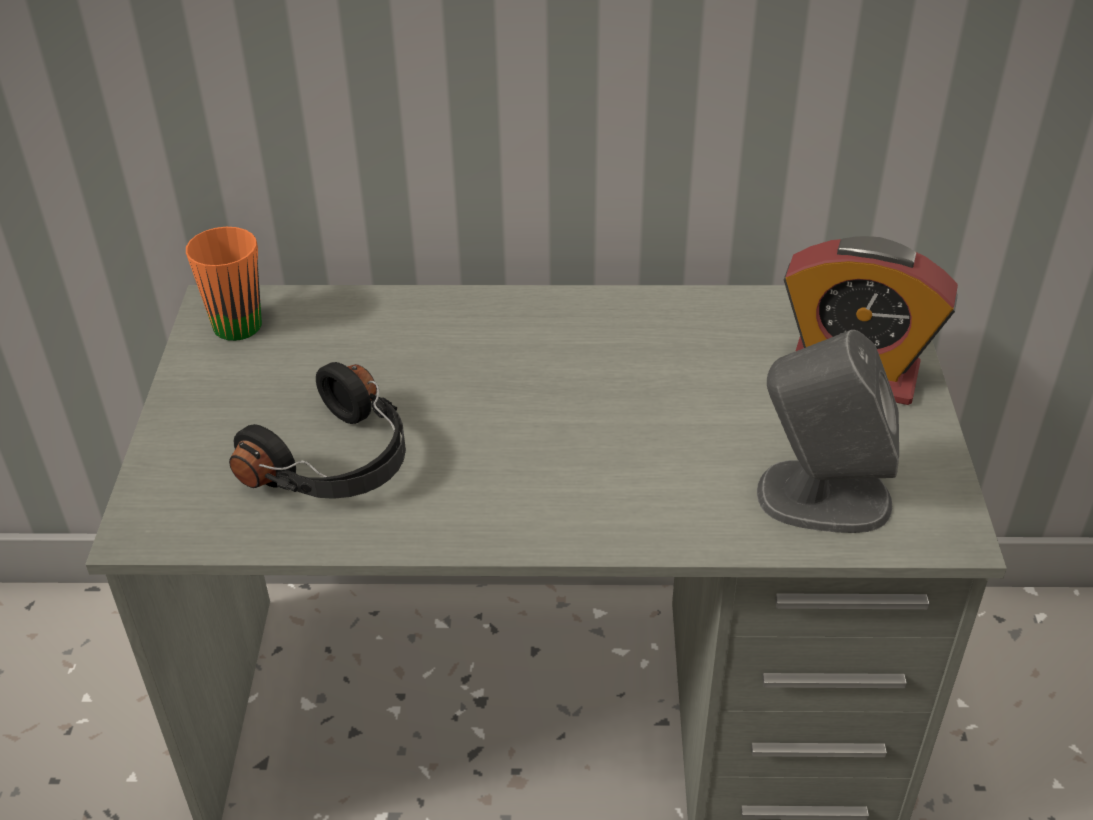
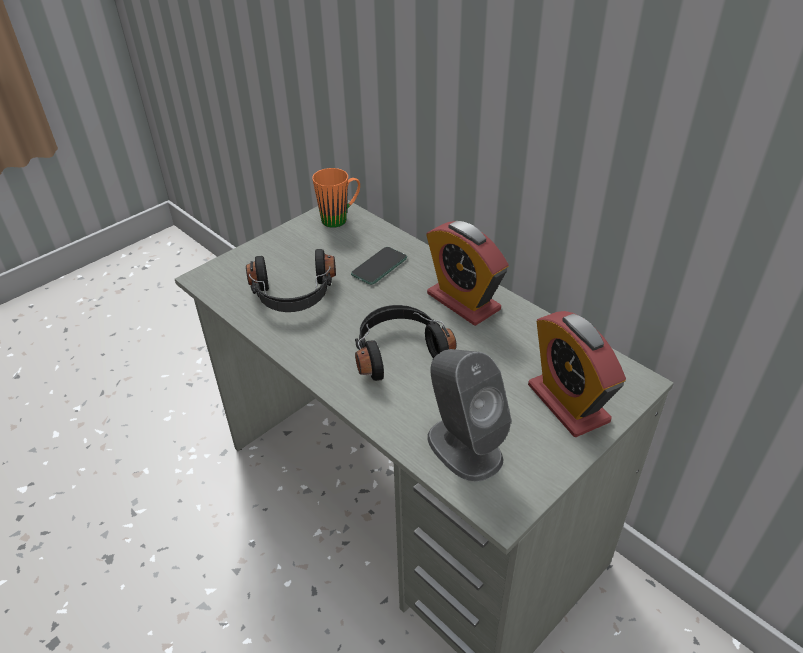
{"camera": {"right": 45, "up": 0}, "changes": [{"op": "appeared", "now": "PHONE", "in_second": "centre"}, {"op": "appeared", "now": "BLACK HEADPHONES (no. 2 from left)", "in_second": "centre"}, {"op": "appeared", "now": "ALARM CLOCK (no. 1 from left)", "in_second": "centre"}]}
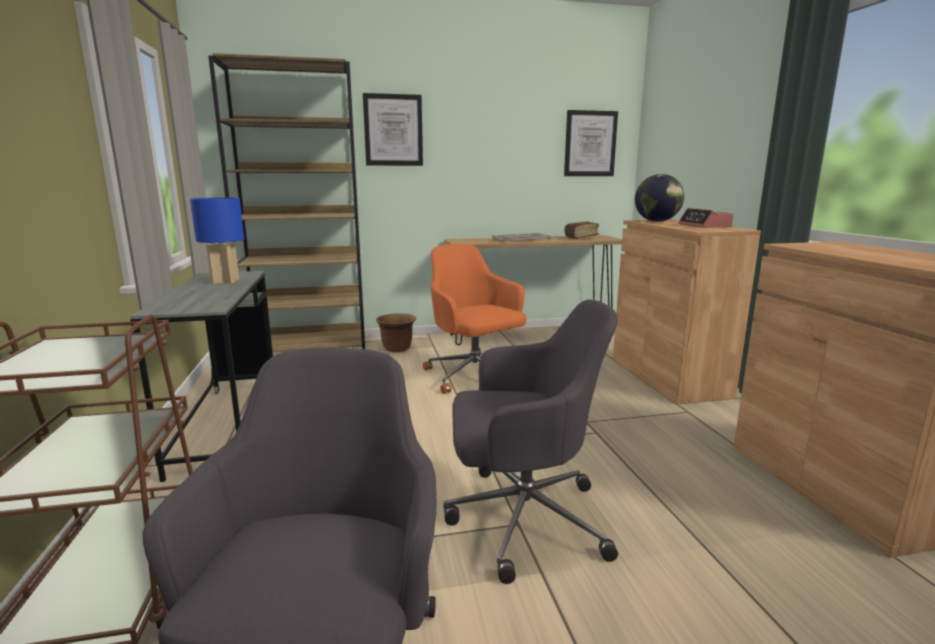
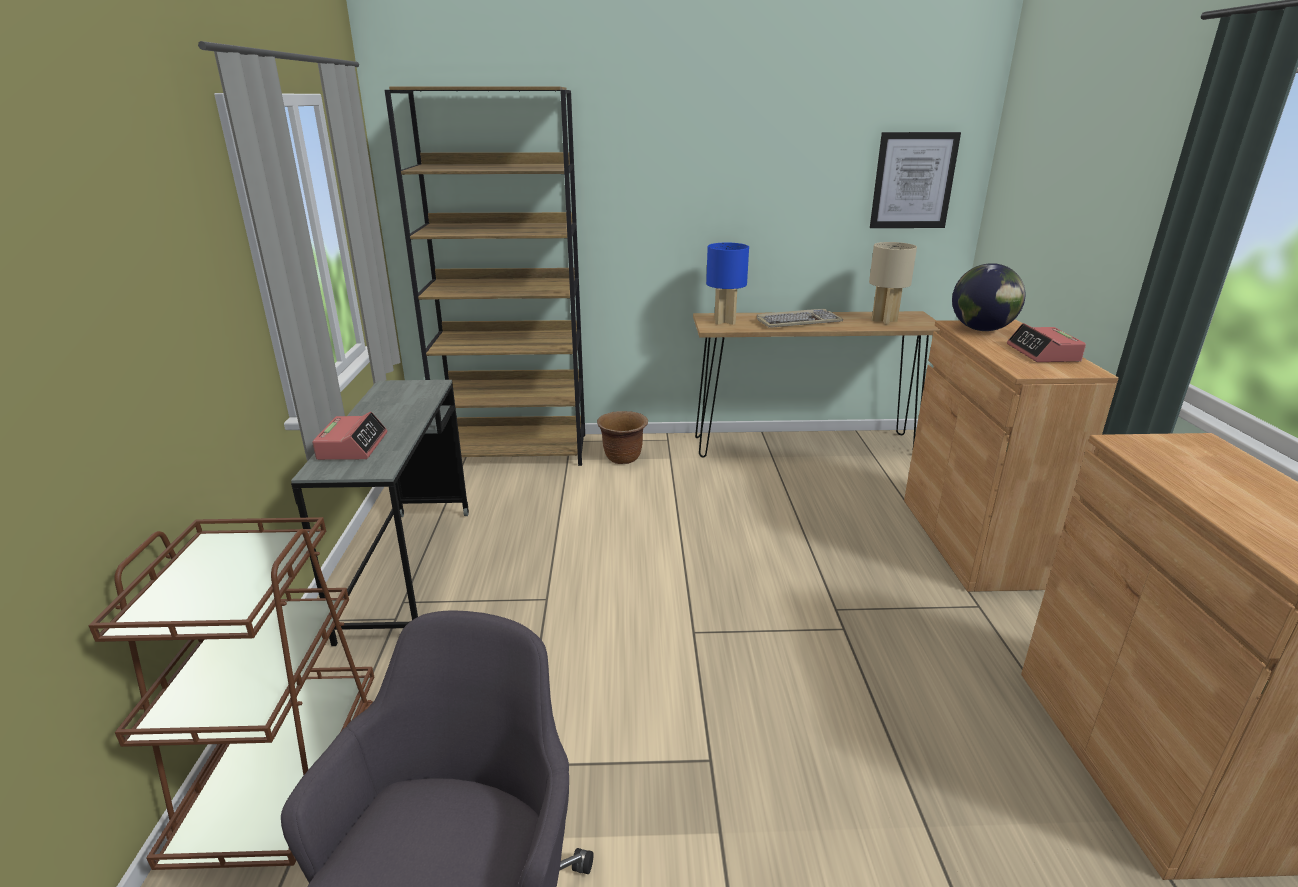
{"camera": {"right": 10, "up": 10}, "changes": [{"op": "missing", "was": "PICTURE (no. 1 from left)", "in_first": "top centre"}, {"op": "missing", "was": "ORANGE OFFICE CHAIR", "in_first": "centre"}, {"op": "missing", "was": "GREY OFFICE CHAIR (no. 2 from left)", "in_first": "bottom centre"}, {"op": "appeared", "now": "ALARM CLOCK (no. 1 from left)", "in_second": "middle left"}, {"op": "relocated", "was": "BLUE TABLE LAMP", "in_first": "middle left", "in_second": "top centre"}, {"op": "exchanged", "was": "BOOK", "now": "BEIGE TABLE LAMP", "in_first": "centre", "in_second": "top right"}]}
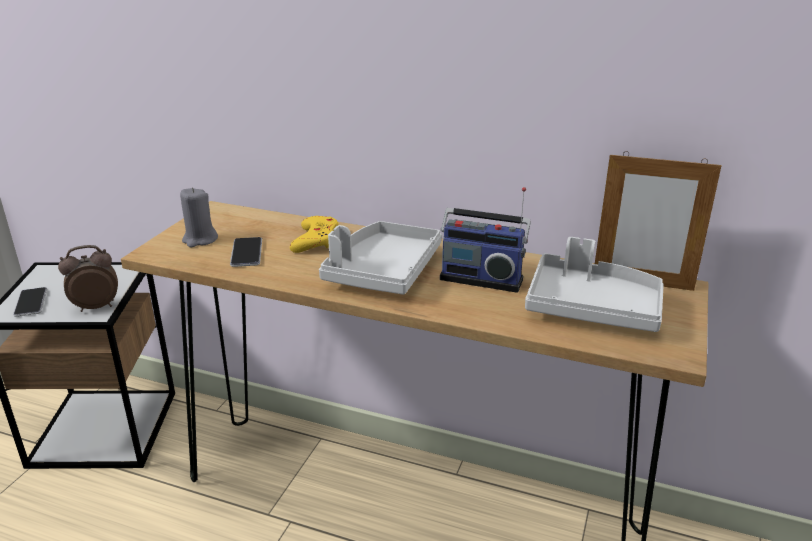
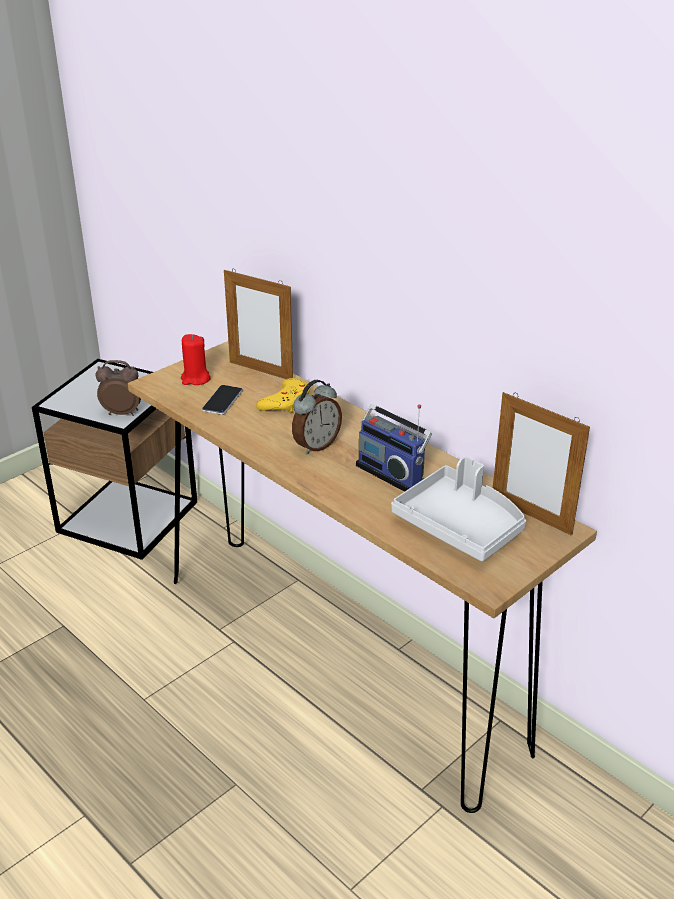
{"camera": {"right": 25, "up": 5}, "changes": [{"op": "missing", "was": "PHONE (no. 1 from left)", "in_first": "middle left"}, {"op": "appeared", "now": "PICTURE FRAME (no. 1 from left)", "in_second": "centre"}, {"op": "exchanged", "was": "GREY TRAY (no. 1 from left)", "now": "ALARM CLOCK (no. 2 from left)", "in_first": "centre", "in_second": "centre"}, {"op": "colour", "was": "GREY CANDLE", "now": "RED CANDLE", "in_first": "middle left", "in_second": "middle left"}]}
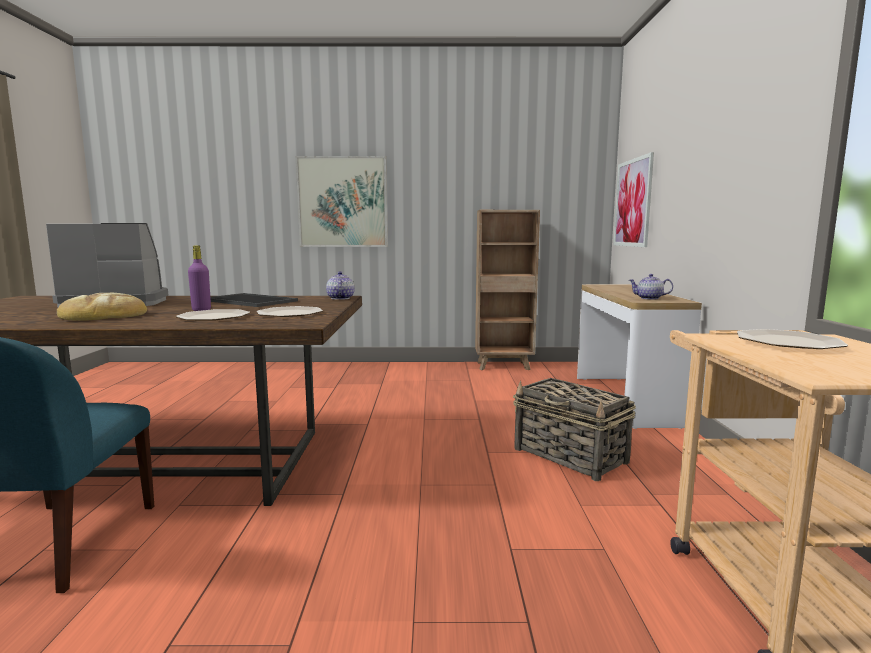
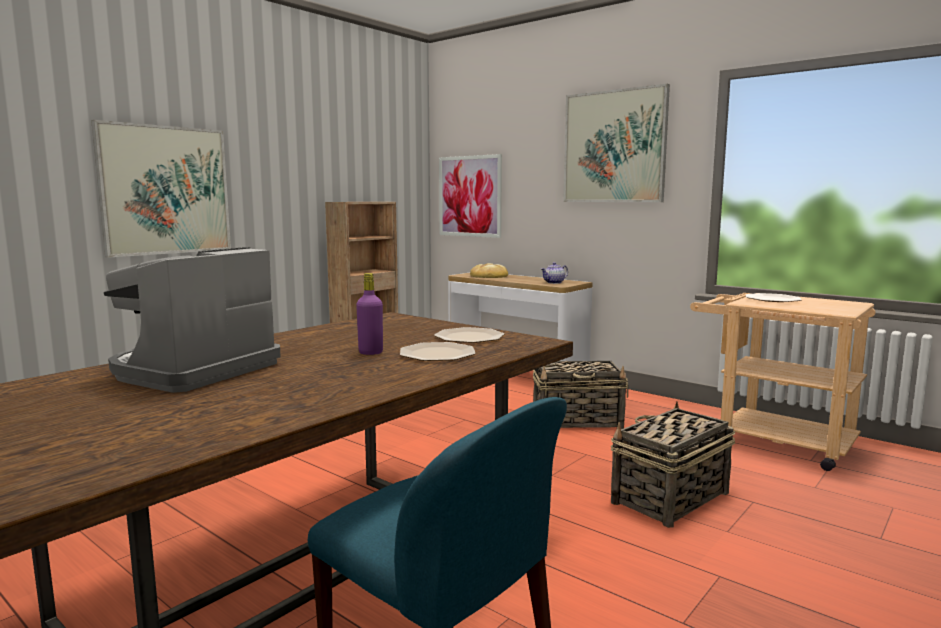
{"camera": {"right": -50, "up": 0}, "changes": [{"op": "missing", "was": "TRAY", "in_first": "middle left"}, {"op": "missing", "was": "TEAPOT (no. 1 from left)", "in_first": "centre"}, {"op": "appeared", "now": "PICTURE (no. 3 from left)", "in_second": "top centre"}, {"op": "appeared", "now": "BASKET (no. 2 from left)", "in_second": "bottom right"}, {"op": "relocated", "was": "BREAD", "in_first": "middle left", "in_second": "centre"}]}
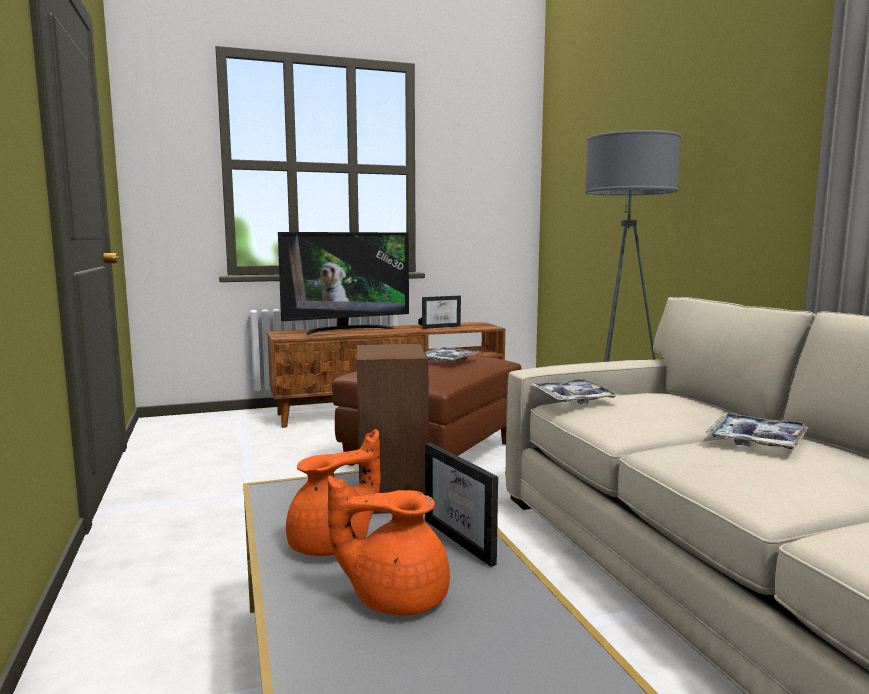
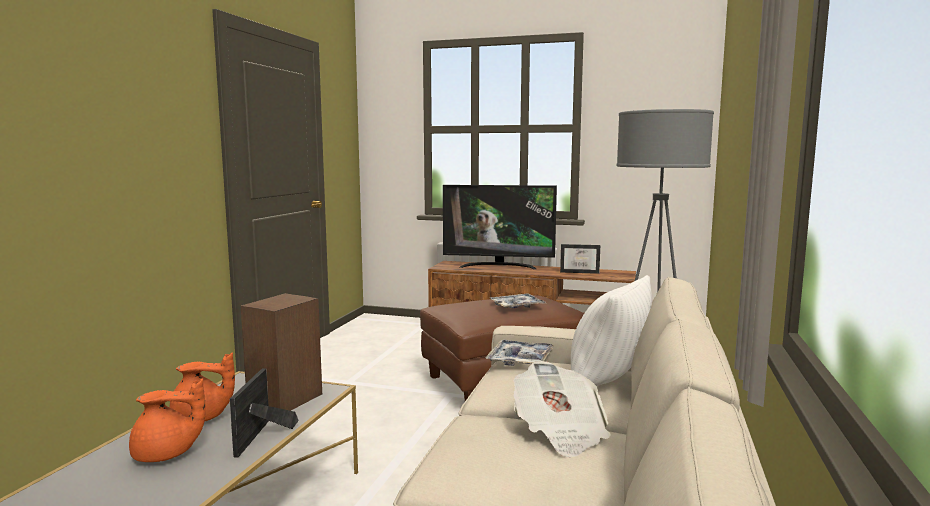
{"camera": {"right": 35, "up": 0}, "changes": [{"op": "appeared", "now": "WHITE PILLOW", "in_second": "centre"}, {"op": "exchanged", "was": "TRAY (no. 3 from left)", "now": "NEWSPAPER", "in_first": "middle right", "in_second": "bottom centre"}, {"op": "spun", "was": "ORANGE TEAPOT (no. 2 from left in the first image)", "in_first": "bottom centre", "in_second": "bottom left", "clockwise": 135}]}
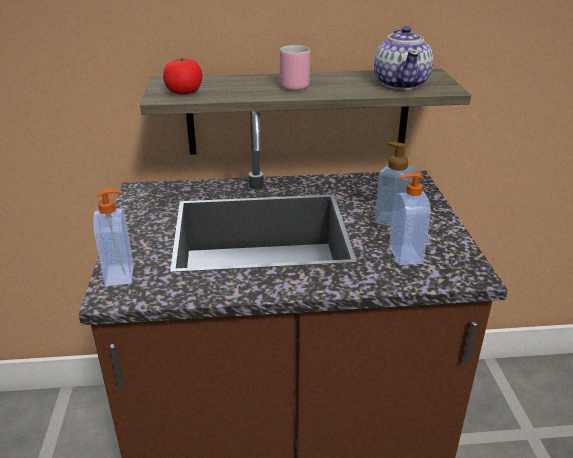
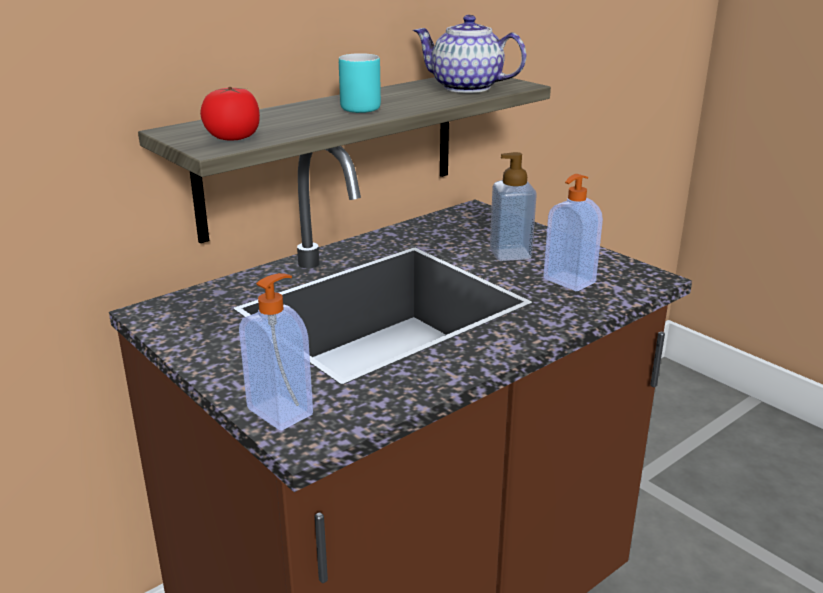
{"camera": {"right": -35, "up": -5}, "changes": [{"op": "colour", "was": "PINK MUG", "now": "TURQUOISE MUG", "in_first": "top centre", "in_second": "top centre"}, {"op": "spun", "was": "TEAPOT", "in_first": "top right", "in_second": "top centre", "clockwise": 150}]}
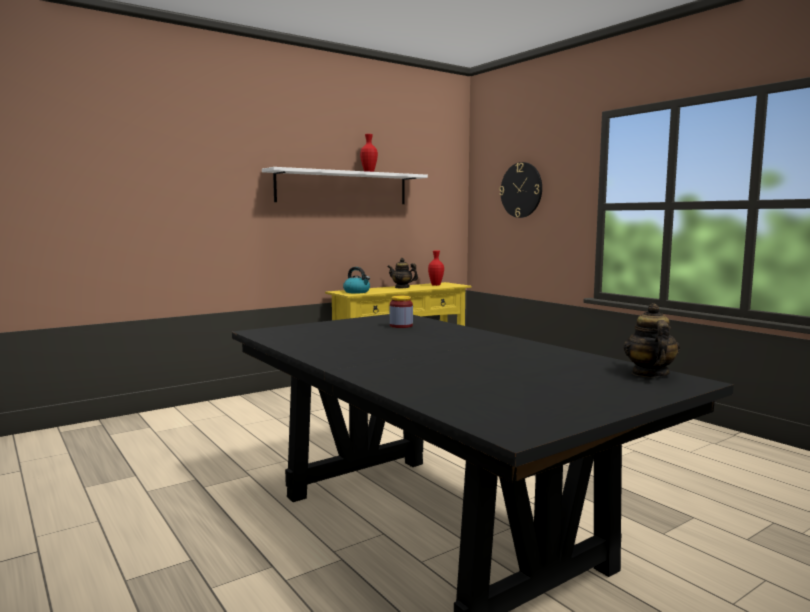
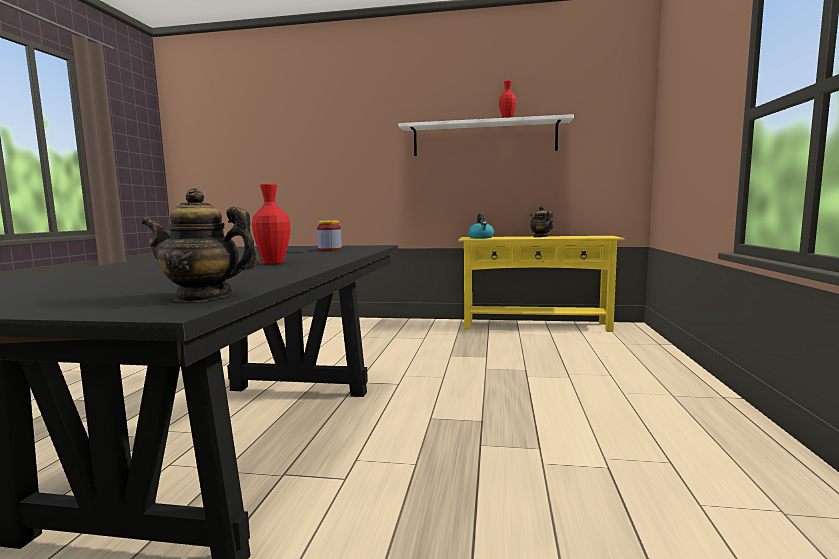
{"camera": {"right": 45, "up": 0}, "changes": [{"op": "missing", "was": "WALL CLOCK", "in_first": "top centre"}, {"op": "relocated", "was": "RED VASE (no. 2 from left in the first image)", "now": "RED VASE (no. 1 from left)", "in_first": "centre", "in_second": "middle left"}, {"op": "spun", "was": "TEAPOT (no. 2 from left in the first image)", "in_first": "middle right", "in_second": "middle left", "clockwise": -135}]}
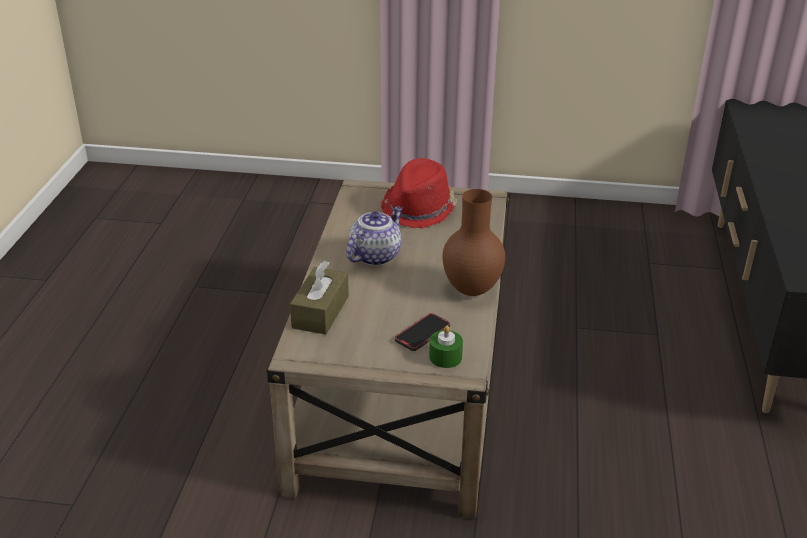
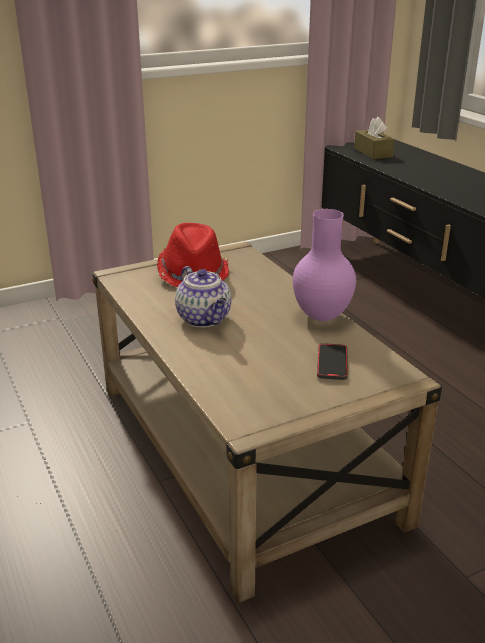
{"camera": {"right": -35, "up": -5}, "changes": [{"op": "missing", "was": "GREEN CANDLE", "in_first": "centre"}, {"op": "relocated", "was": "BROWN TISSUE BOX", "in_first": "centre", "in_second": "top right"}, {"op": "colour", "was": "BROWN VASE", "now": "PURPLE VASE", "in_first": "centre", "in_second": "middle right"}, {"op": "spun", "was": "TEAPOT", "in_first": "centre", "in_second": "centre", "clockwise": 150}]}
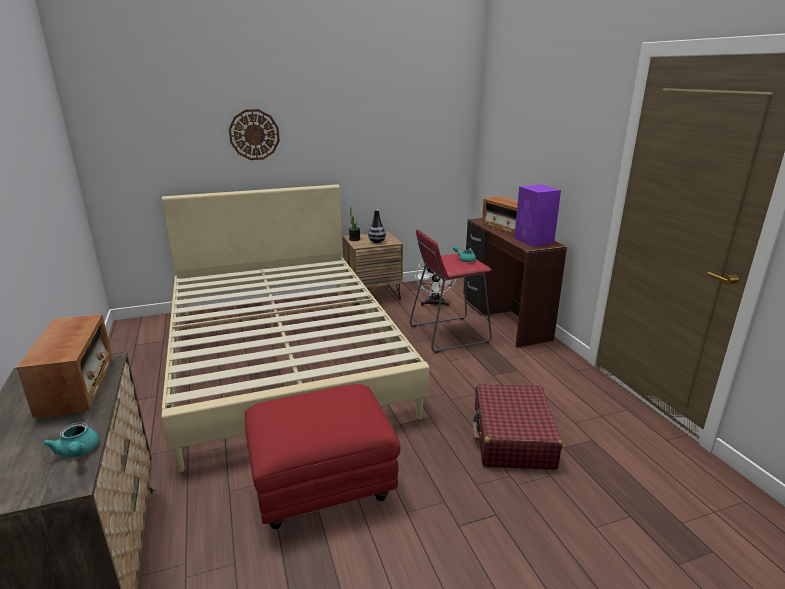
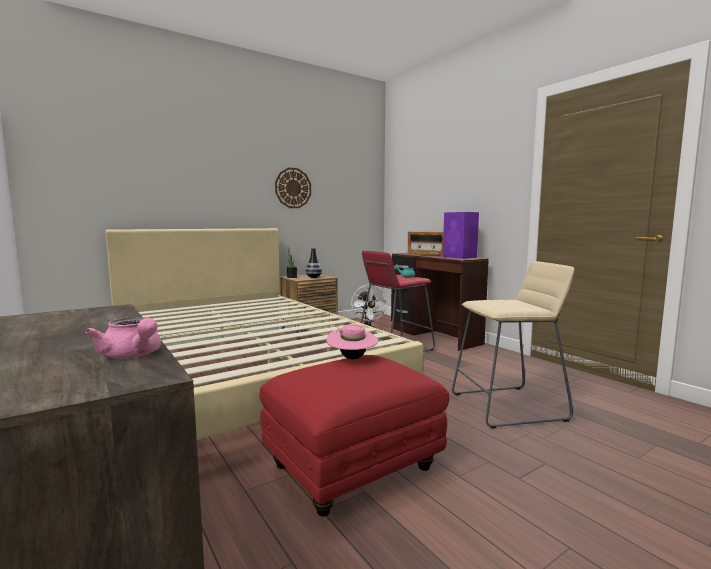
{"camera": {"right": -15, "up": -15}, "changes": [{"op": "missing", "was": "RADIO (no. 1 from left)", "in_first": "middle left"}, {"op": "appeared", "now": "PINK HAT", "in_second": "centre"}, {"op": "relocated", "was": "WALL CLOCK", "in_first": "top left", "in_second": "top centre"}, {"op": "exchanged", "was": "RED SUITCASE", "now": "BEIGE STOOL", "in_first": "bottom centre", "in_second": "middle right"}, {"op": "colour", "was": "TURQUOISE TEAPOT (no. 1 from left)", "now": "PINK TEAPOT", "in_first": "bottom left", "in_second": "middle left"}]}
